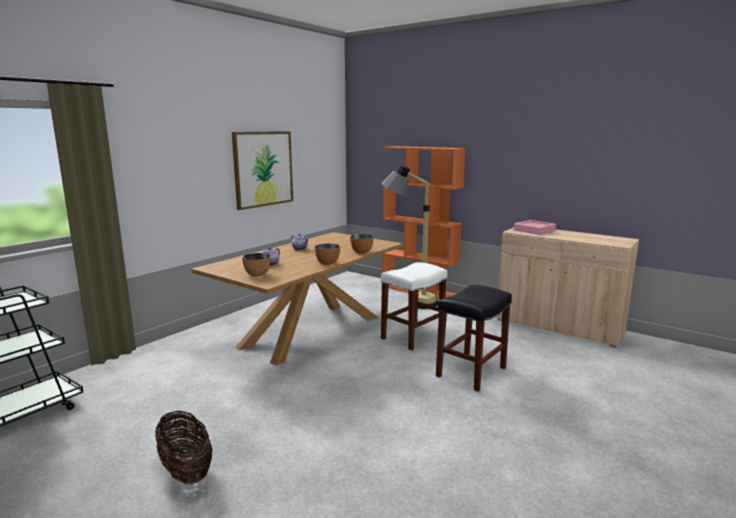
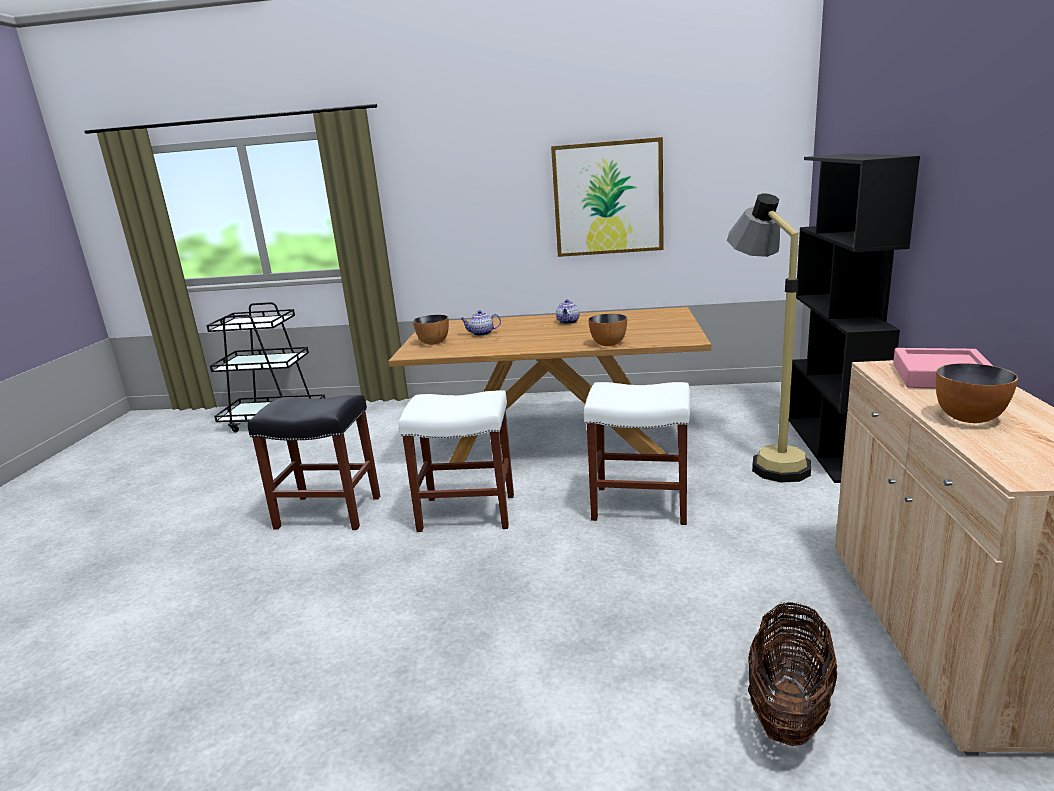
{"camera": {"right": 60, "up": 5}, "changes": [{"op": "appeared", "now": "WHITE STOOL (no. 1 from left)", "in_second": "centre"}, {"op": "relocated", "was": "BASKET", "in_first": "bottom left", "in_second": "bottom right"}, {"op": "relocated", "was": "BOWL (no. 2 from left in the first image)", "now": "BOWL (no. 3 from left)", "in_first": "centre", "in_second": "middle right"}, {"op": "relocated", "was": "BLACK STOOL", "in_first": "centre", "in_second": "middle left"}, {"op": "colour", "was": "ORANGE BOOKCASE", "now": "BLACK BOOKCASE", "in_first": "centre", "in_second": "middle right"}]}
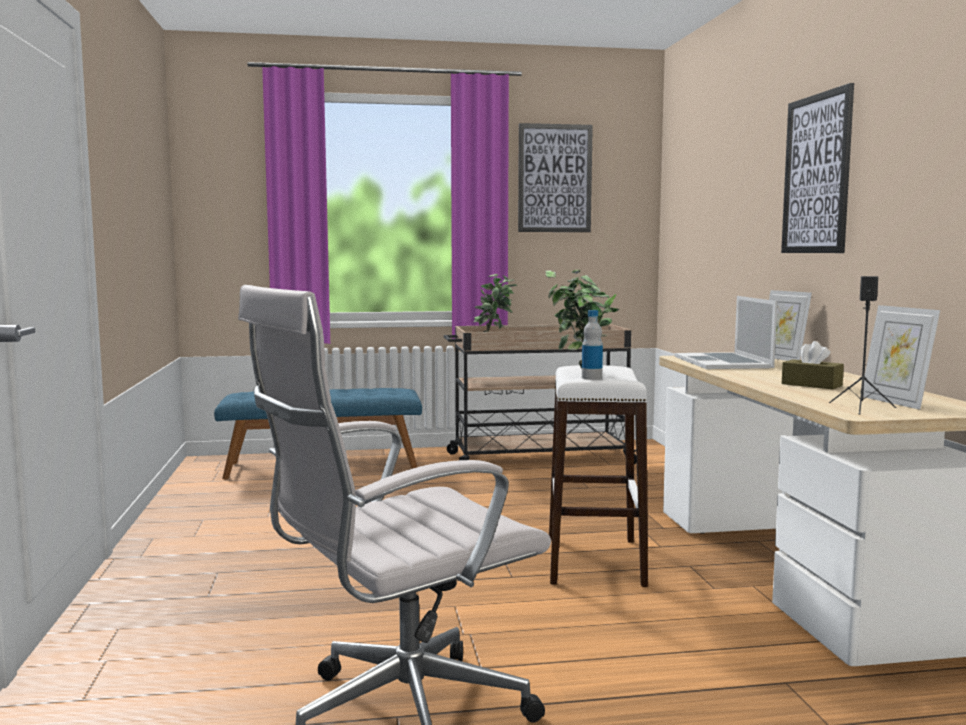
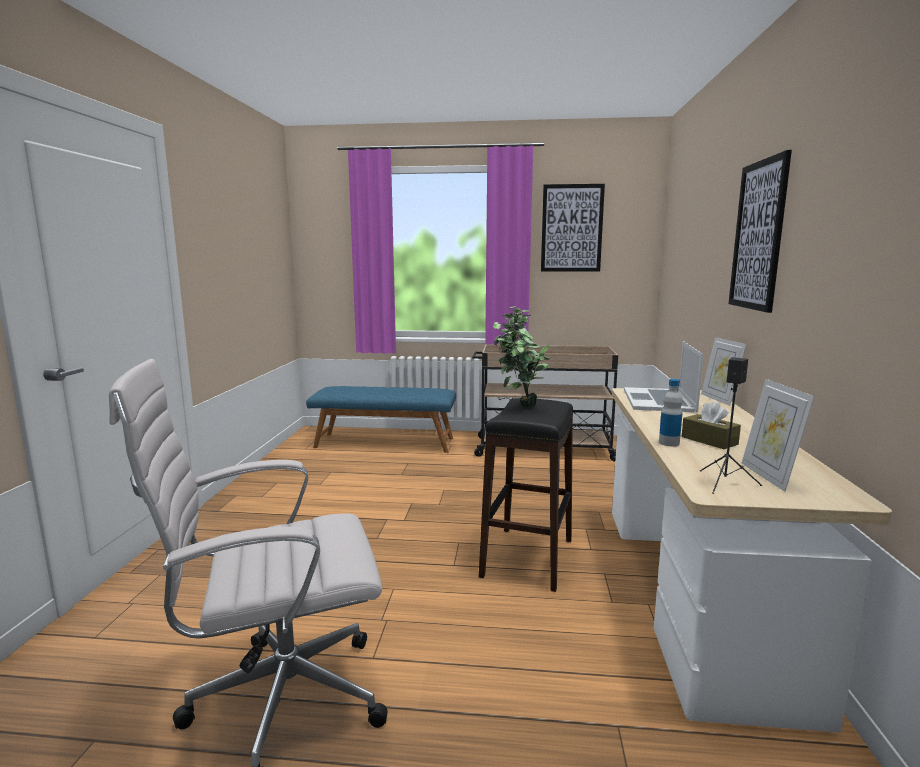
{"camera": {"right": 15, "up": 5}, "changes": [{"op": "relocated", "was": "BOTTLE", "in_first": "centre", "in_second": "middle right"}, {"op": "colour", "was": "WHITE STOOL", "now": "BLACK STOOL", "in_first": "centre", "in_second": "centre"}]}
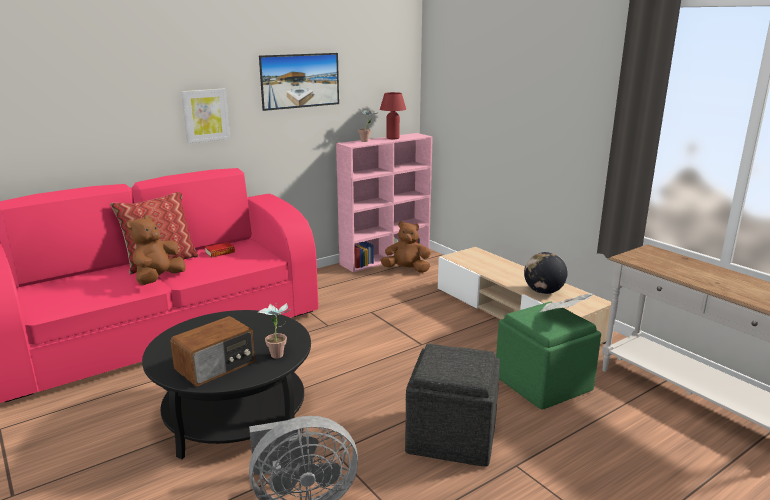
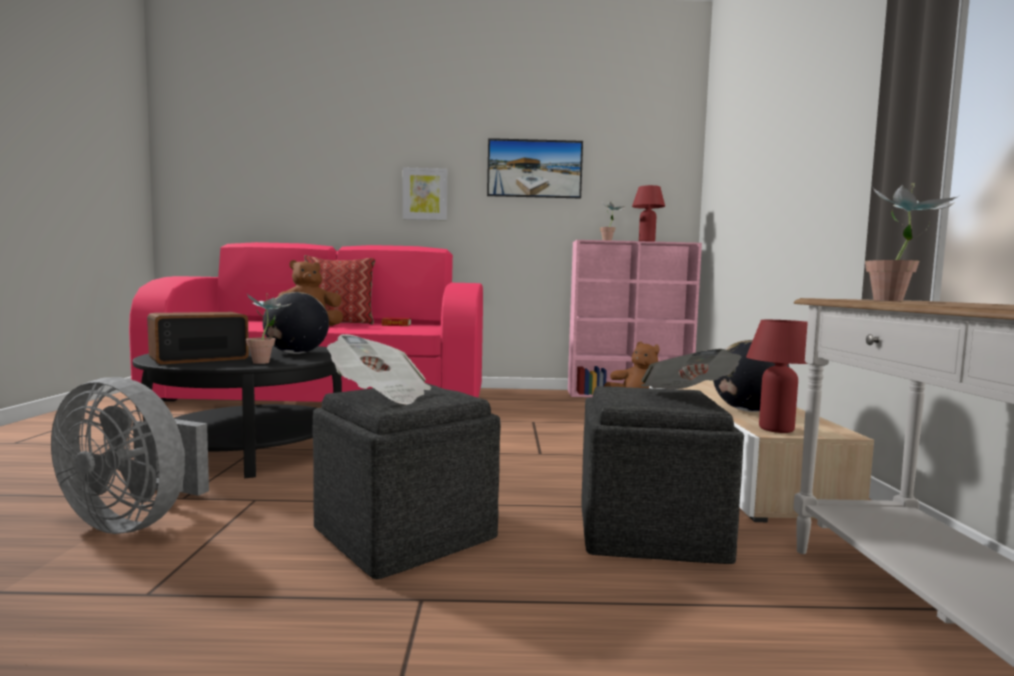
{"camera": {"right": 35, "up": -15}, "changes": [{"op": "appeared", "now": "GLOBE (no. 1 from left)", "in_second": "middle left"}, {"op": "appeared", "now": "NEWSPAPER (no. 1 from left)", "in_second": "centre"}, {"op": "appeared", "now": "RED TABLE LAMP (no. 2 from left)", "in_second": "middle right"}, {"op": "appeared", "now": "POTTED PLANT (no. 3 from left)", "in_second": "middle right"}, {"op": "colour", "was": "GREEN OTTOMAN", "now": "GREY OTTOMAN (no. 2 from left)", "in_first": "bottom right", "in_second": "bottom centre"}, {"op": "spun", "was": "RADIO", "in_first": "bottom left", "in_second": "middle left", "clockwise": 150}]}
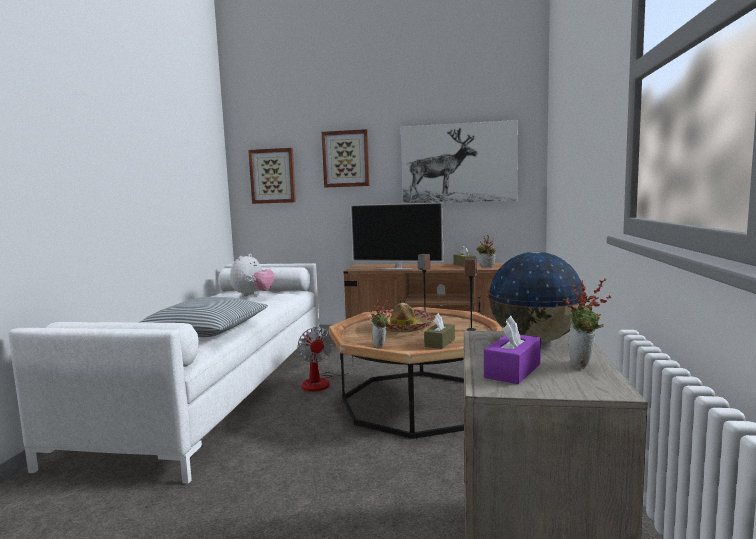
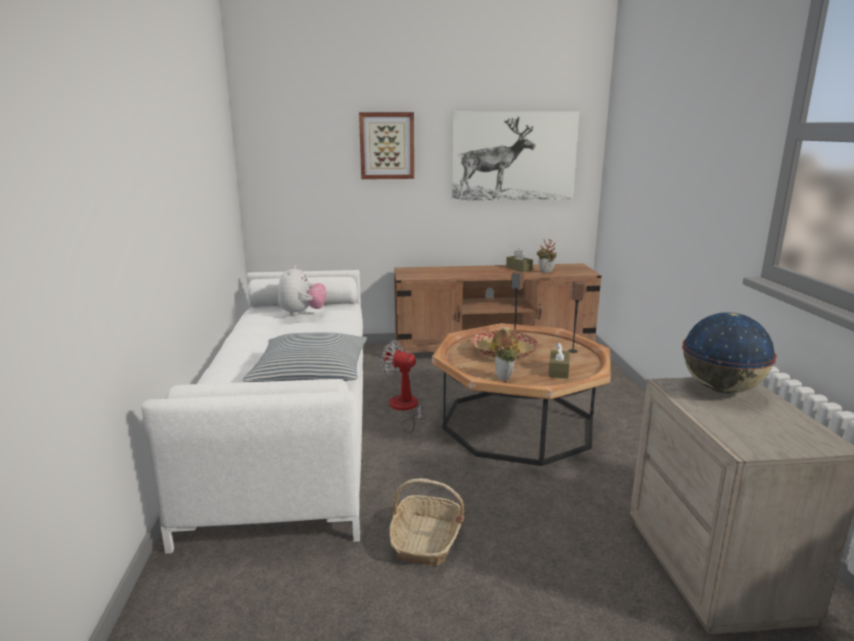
{"camera": {"right": -15, "up": 10}, "changes": [{"op": "missing", "was": "PICTURE (no. 1 from left)", "in_first": "top centre"}, {"op": "missing", "was": "TELEVISION", "in_first": "centre"}, {"op": "missing", "was": "PURPLE TISSUE BOX", "in_first": "middle right"}, {"op": "missing", "was": "POTTED PLANT (no. 3 from left)", "in_first": "middle right"}, {"op": "appeared", "now": "BASKET", "in_second": "bottom centre"}, {"op": "spun", "was": "FAN", "in_first": "centre", "in_second": "centre", "clockwise": 150}]}
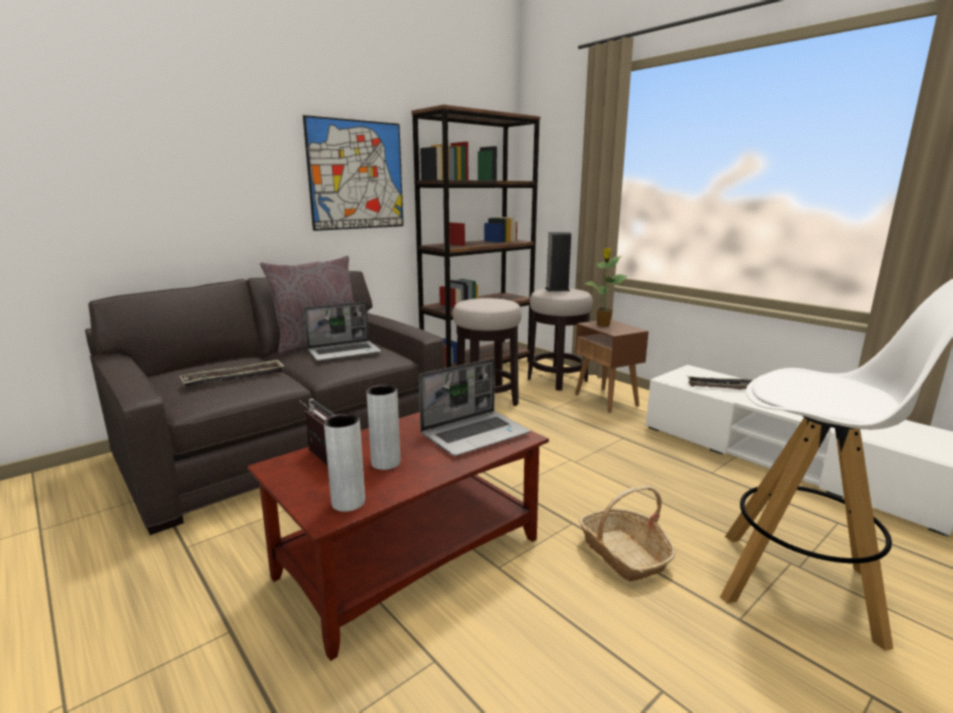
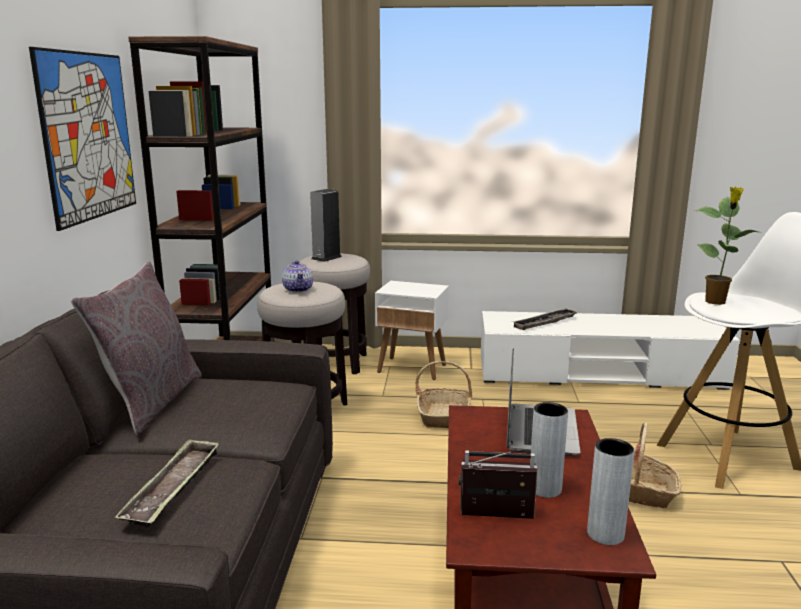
{"camera": {"right": -45, "up": 0}, "changes": [{"op": "missing", "was": "LAPTOP (no. 1 from left)", "in_first": "centre"}, {"op": "appeared", "now": "TEAPOT", "in_second": "centre"}, {"op": "appeared", "now": "BASKET (no. 1 from left)", "in_second": "centre"}, {"op": "relocated", "was": "POTTED PLANT", "in_first": "centre", "in_second": "middle right"}, {"op": "colour", "was": "BROWN SIDE TABLE", "now": "WHITE SIDE TABLE", "in_first": "centre", "in_second": "centre"}]}
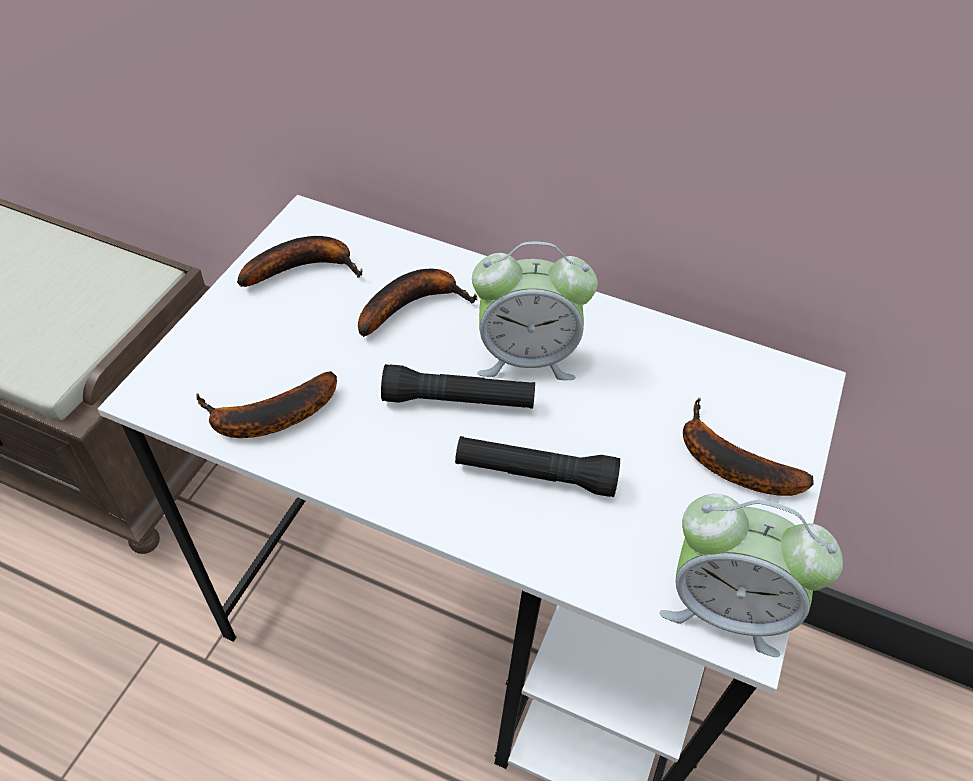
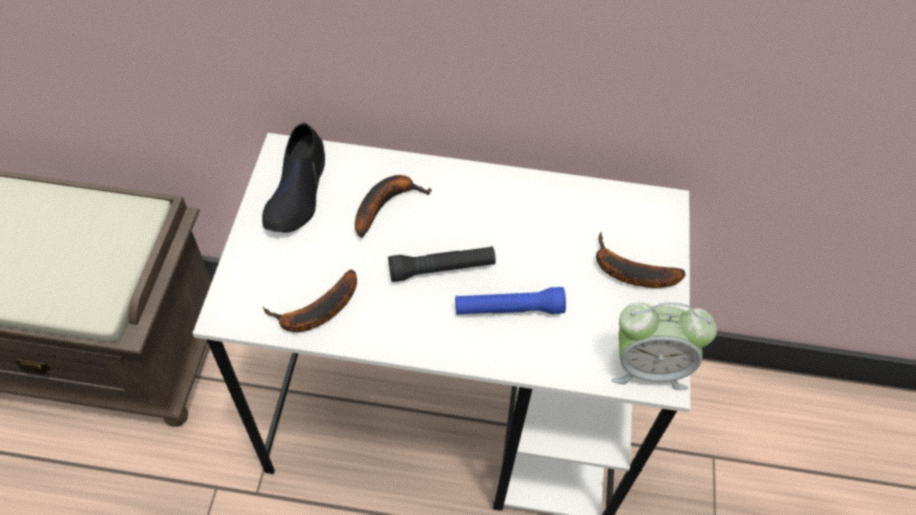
{"camera": {"right": -15, "up": 5}, "changes": [{"op": "missing", "was": "ALARM CLOCK (no. 1 from left)", "in_first": "centre"}, {"op": "exchanged", "was": "BANANA (no. 2 from left)", "now": "BLACK SHOE", "in_first": "middle left", "in_second": "middle left"}, {"op": "colour", "was": "BLACK FLASHLIGHT (no. 2 from left)", "now": "BLUE FLASHLIGHT", "in_first": "centre", "in_second": "centre"}]}
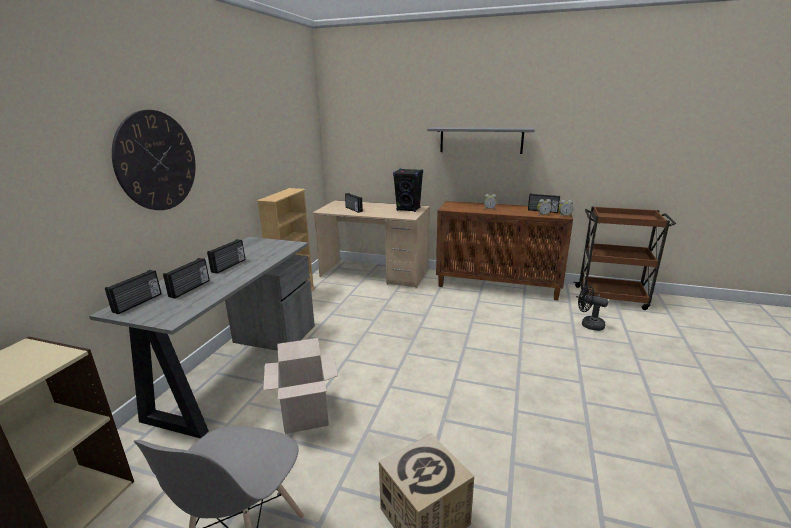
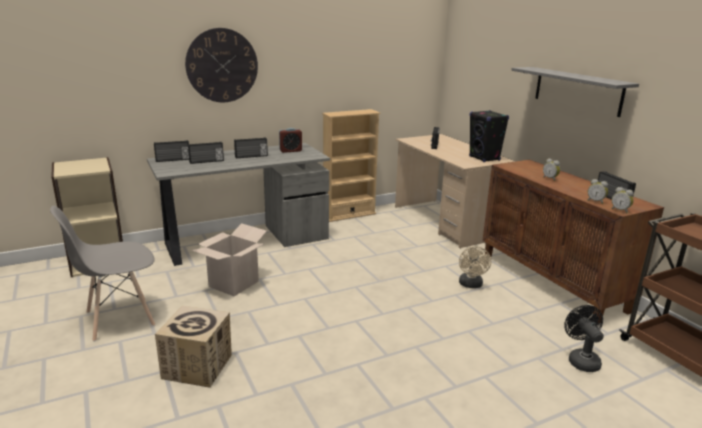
{"camera": {"right": 45, "up": 0}, "changes": [{"op": "appeared", "now": "ALARM CLOCK (no. 1 from left)", "in_second": "top centre"}, {"op": "appeared", "now": "BEIGE FAN", "in_second": "middle right"}]}
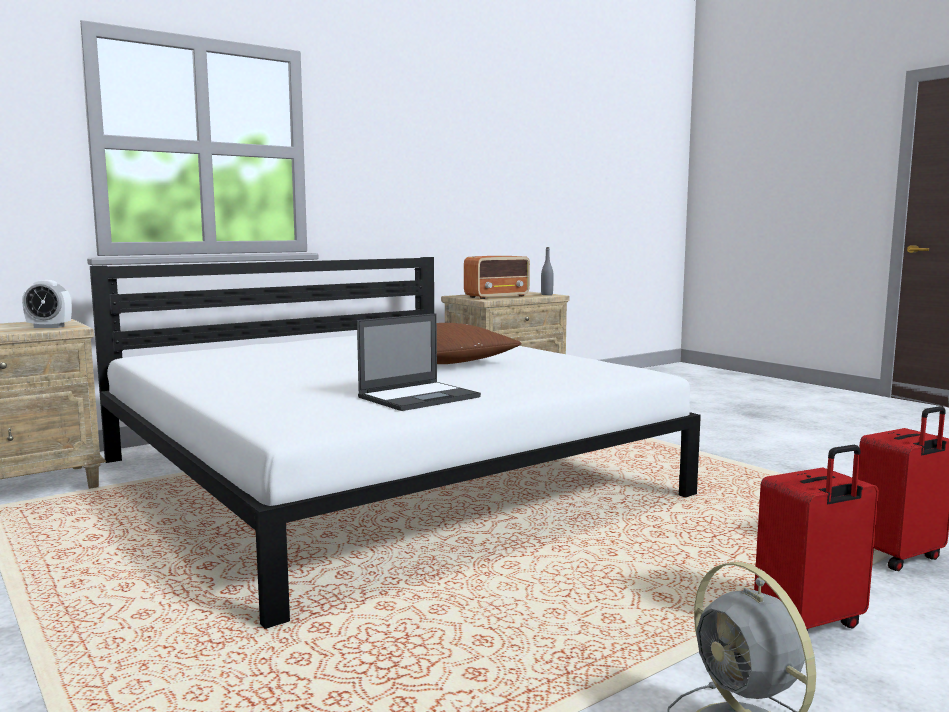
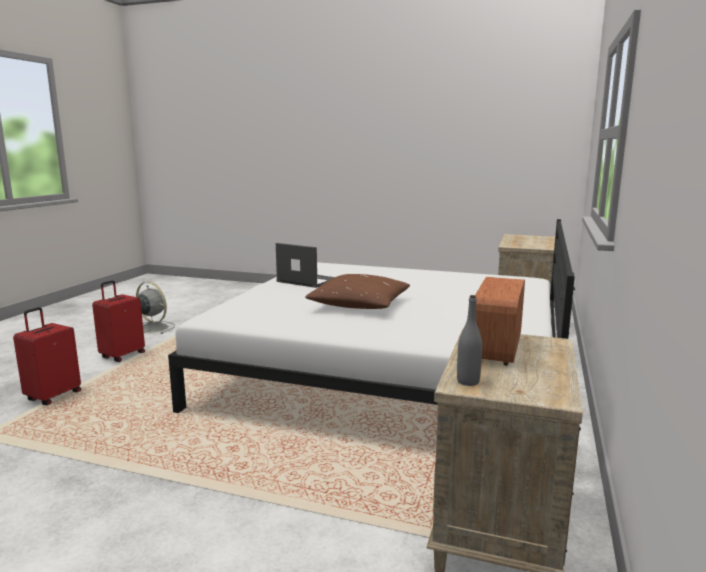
{"camera": {"right": 145, "up": 5}, "changes": [{"op": "missing", "was": "ALARM CLOCK", "in_first": "middle left"}, {"op": "spun", "was": "LAPTOP", "in_first": "centre", "in_second": "centre", "clockwise": 105}]}
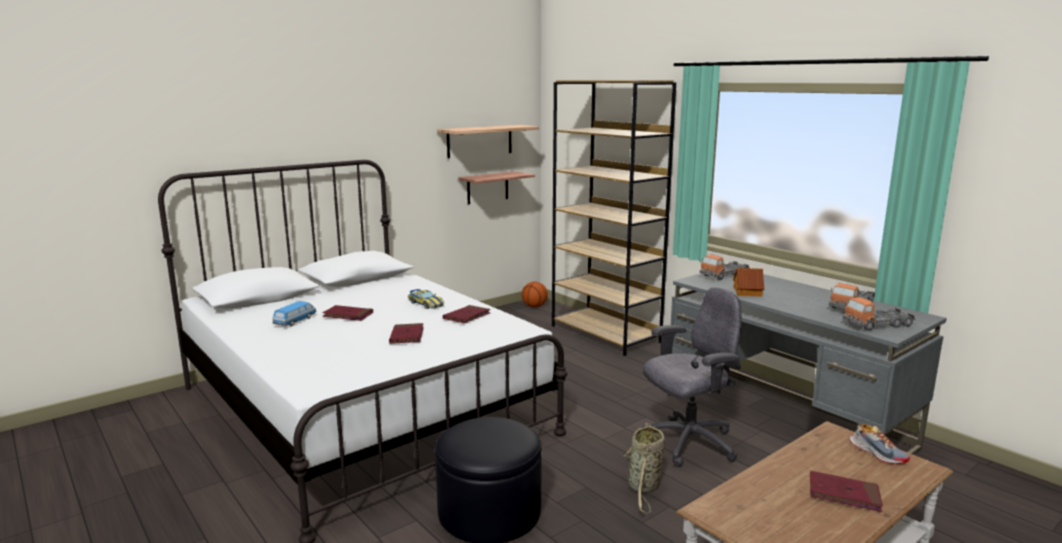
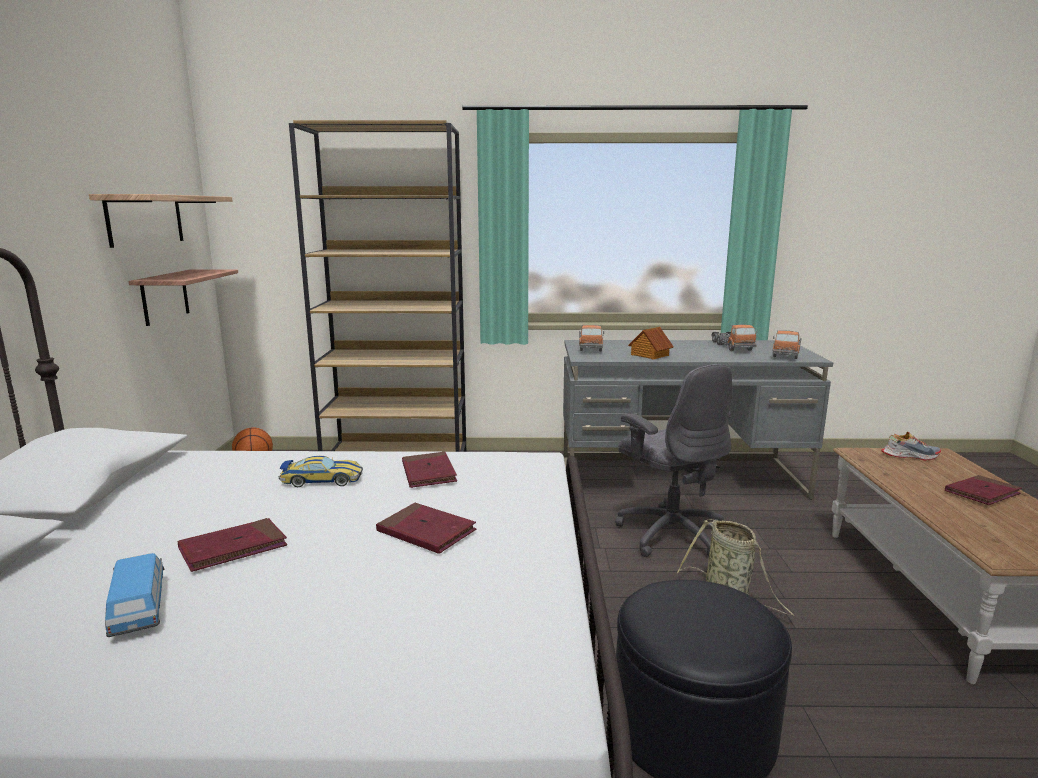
{"camera": {"right": -50, "up": 0}, "changes": [{"op": "spun", "was": "GREY OFFICE CHAIR", "in_first": "bottom centre", "in_second": "centre", "clockwise": 135}]}
